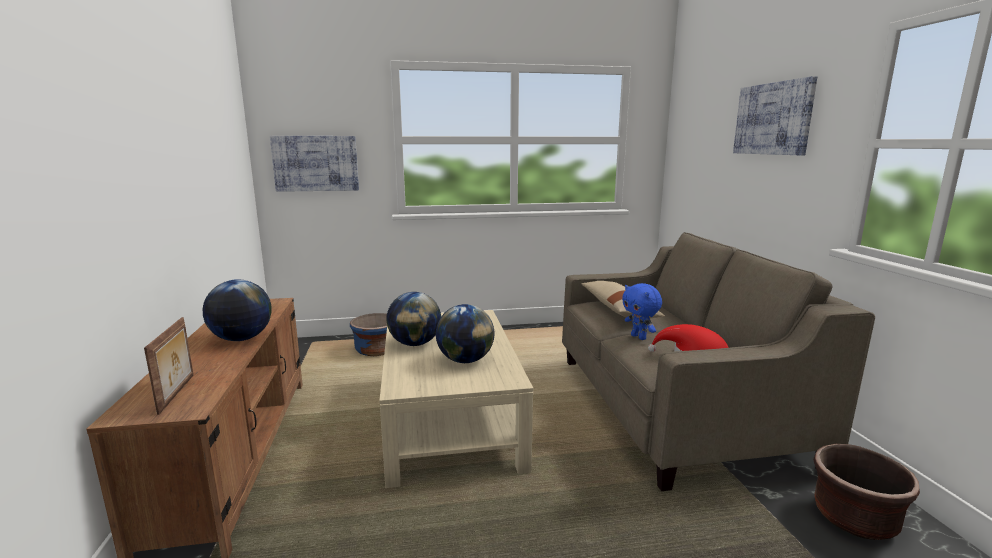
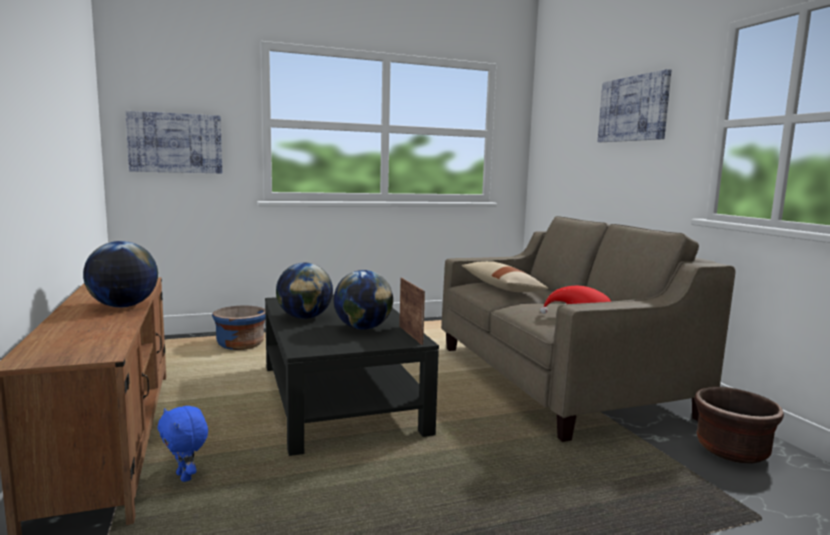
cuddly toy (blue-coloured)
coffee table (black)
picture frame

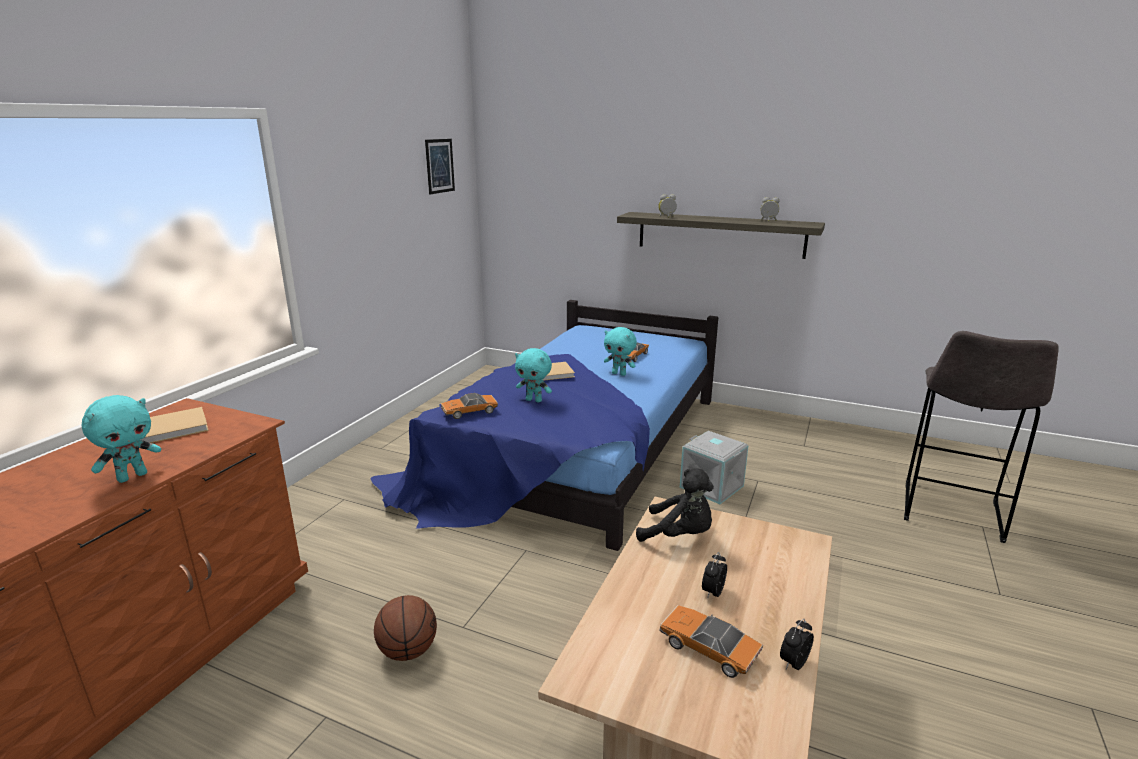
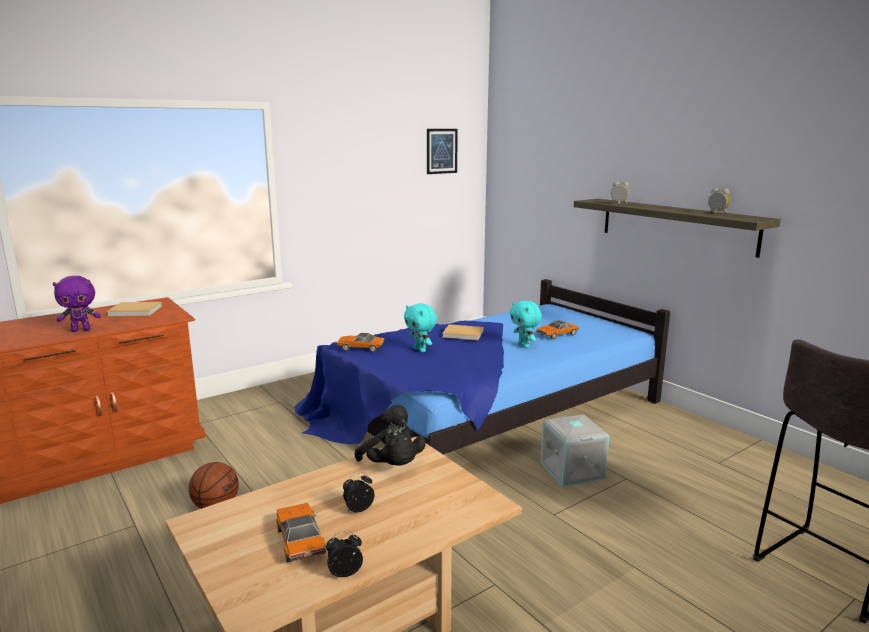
cuddly toy (purple)

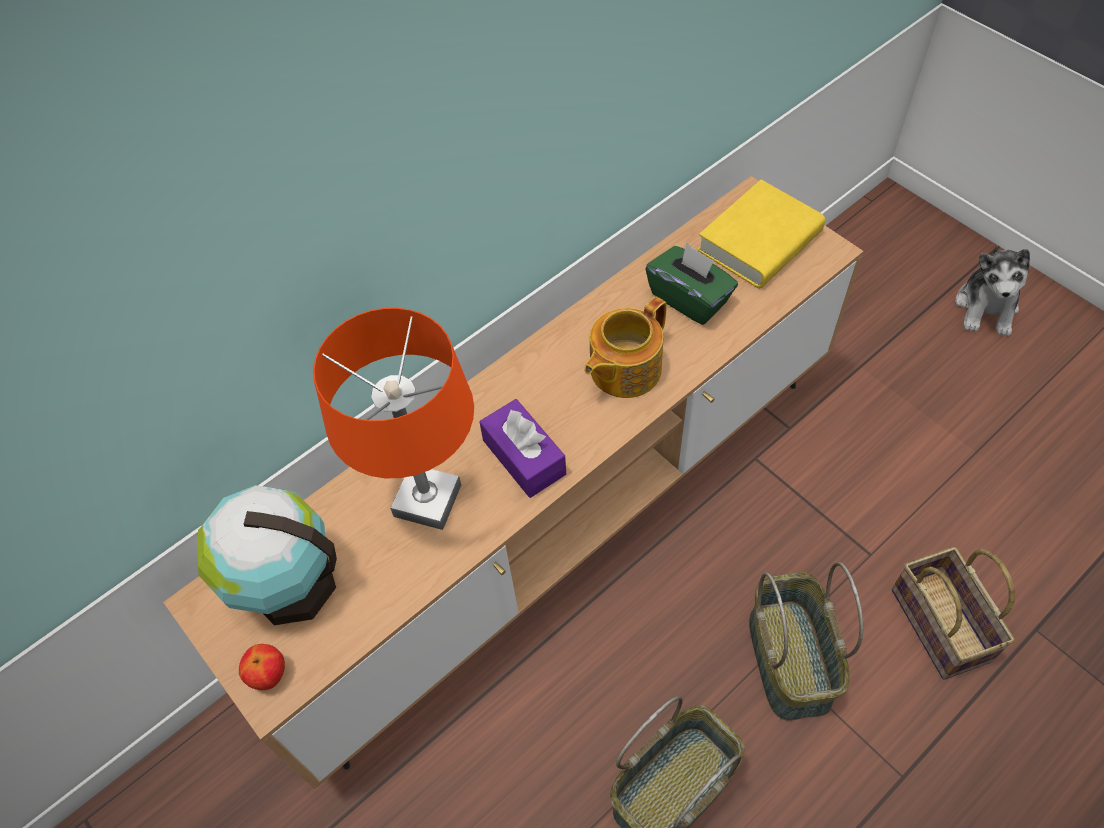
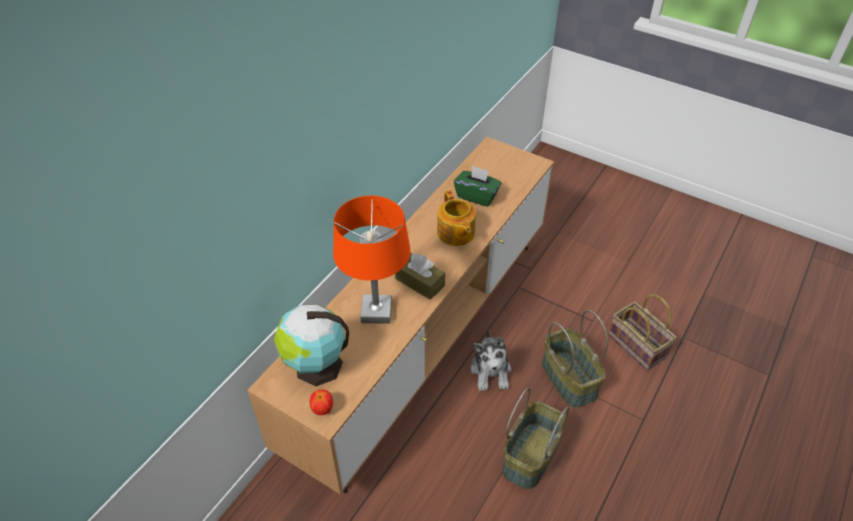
box of tissues (brown-coloured)
pot for tea
cuddly toy
volume (yellowish)

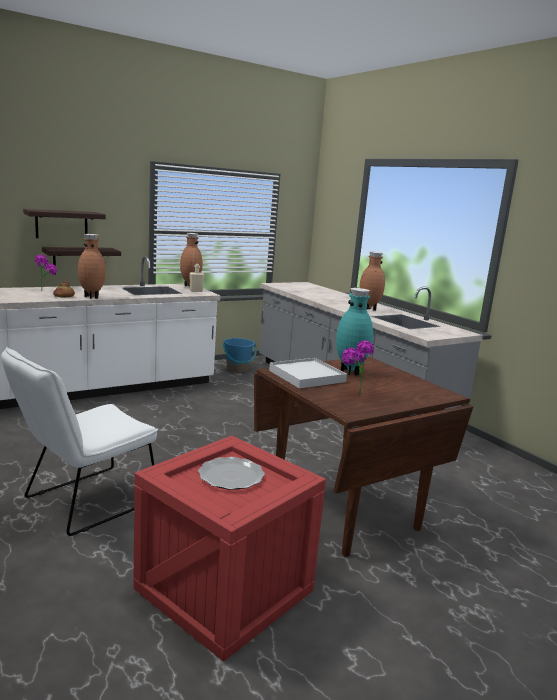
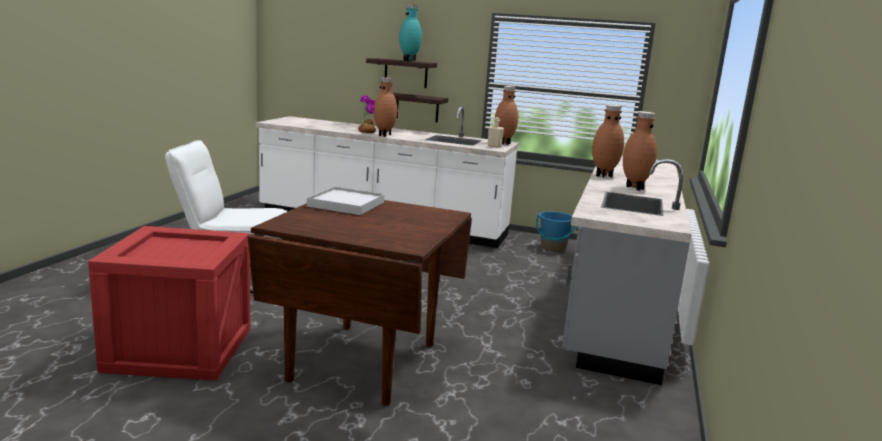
decorative vase (blue-green)
decorative vase (brown-coloured) (3rd from left)
plate
potted plant (2nd from left in the first image)

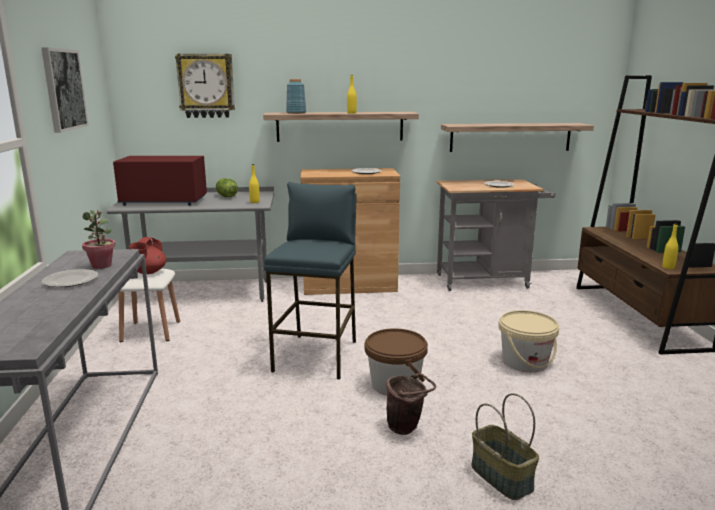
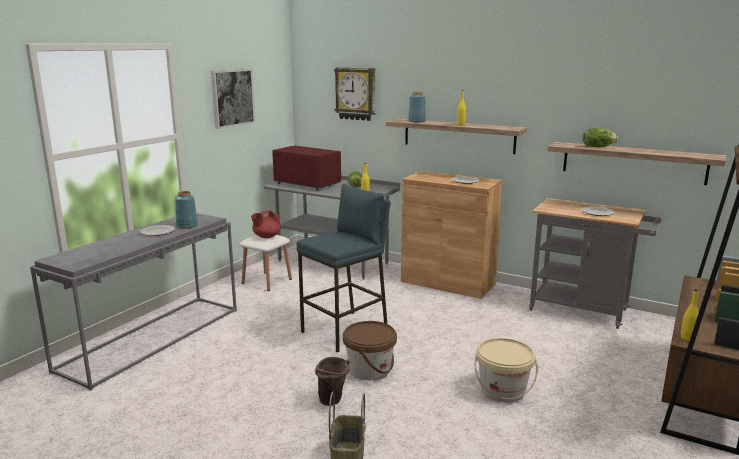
decorative vase (blue-coloured) (1st from left)
head of lettuce (2nd from left)

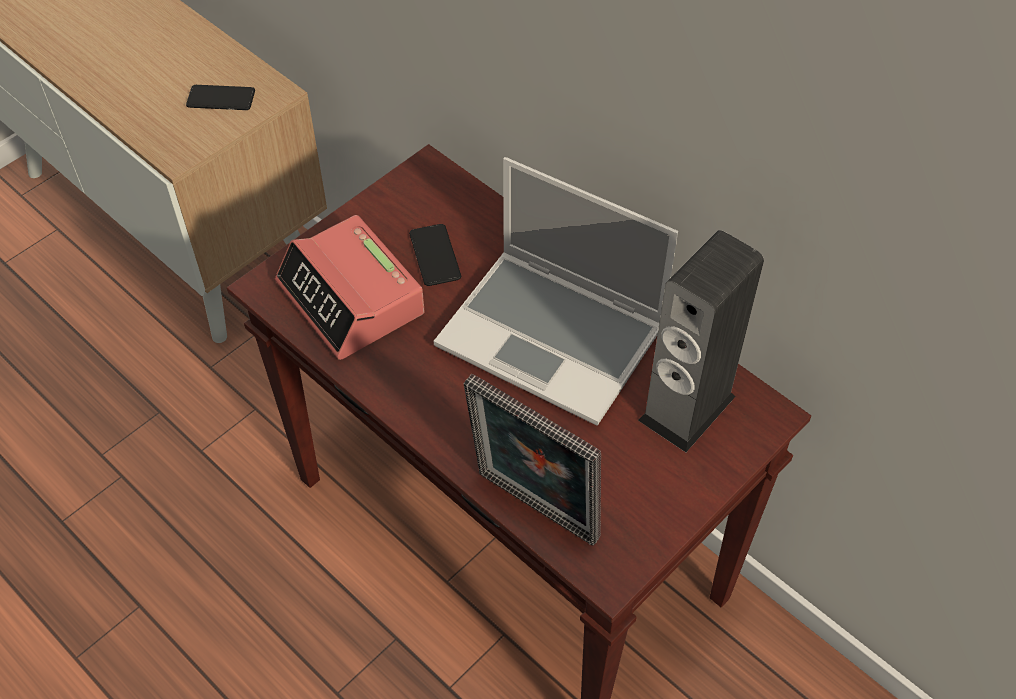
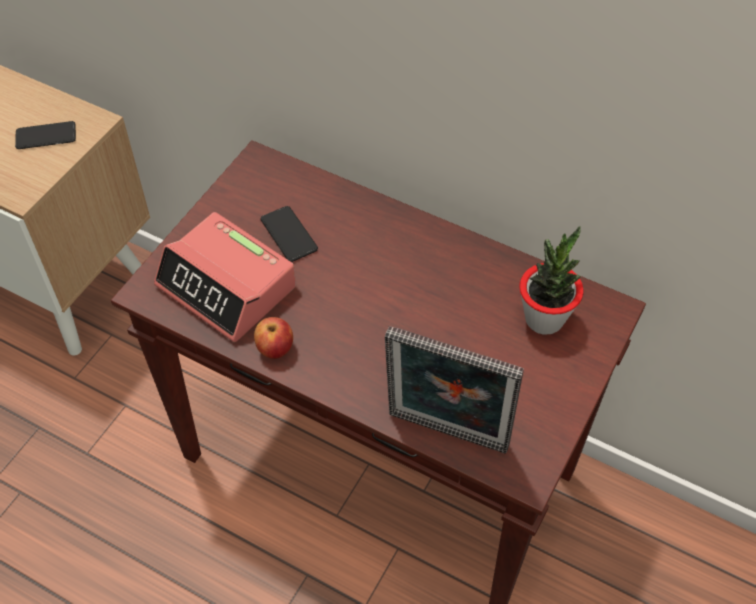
whole apple
potted plant
laptop

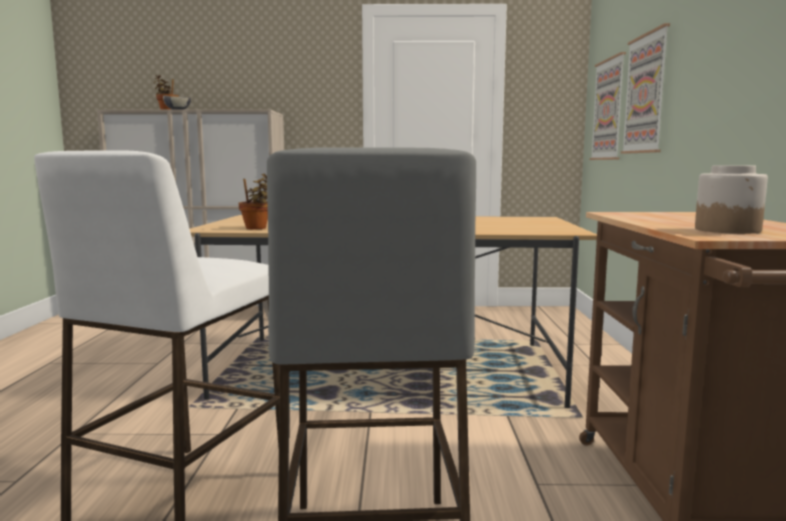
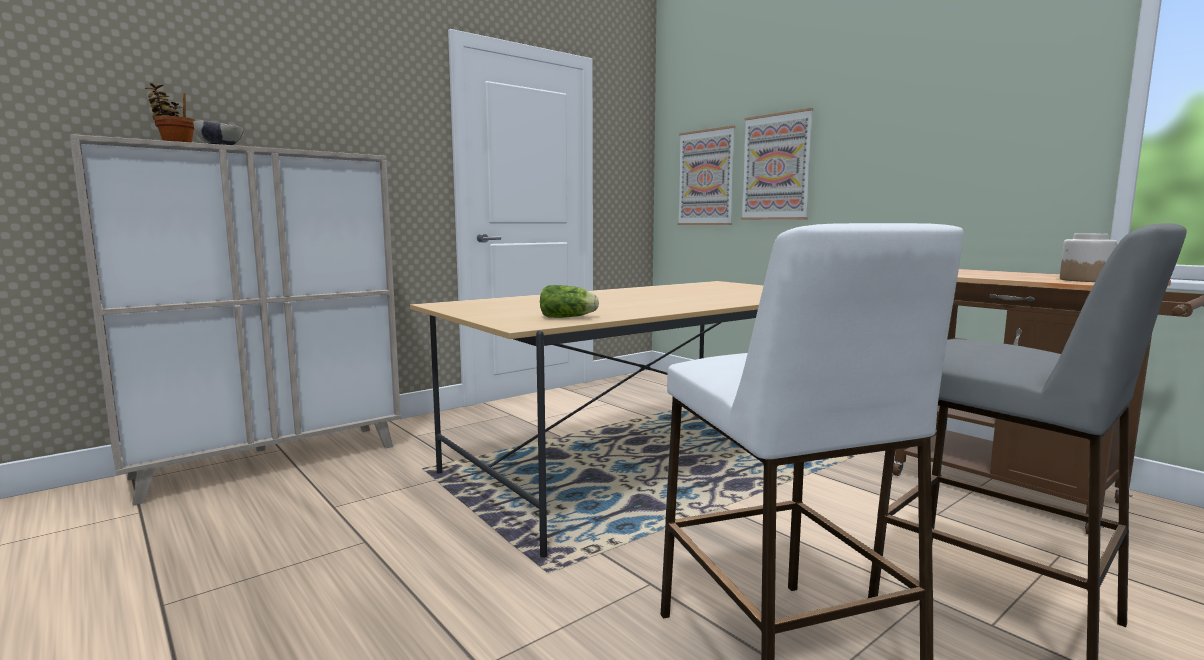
head of lettuce

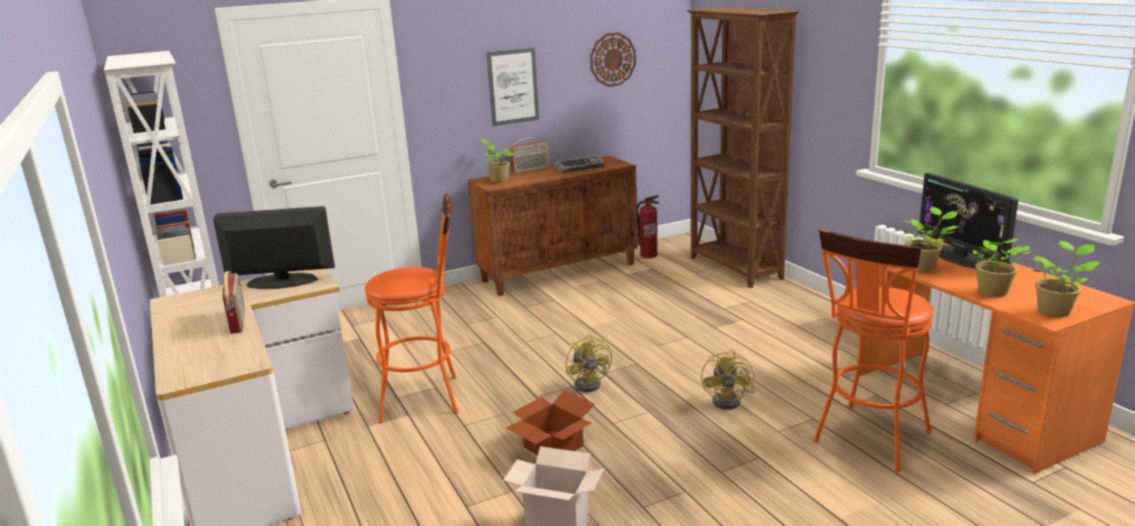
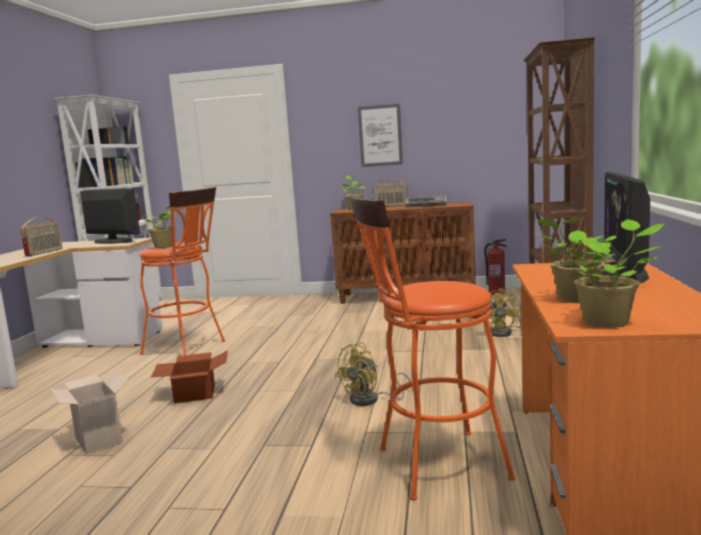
potted plant (1st from left)
fan (yellowish) (2nd from left)
clock on the wall

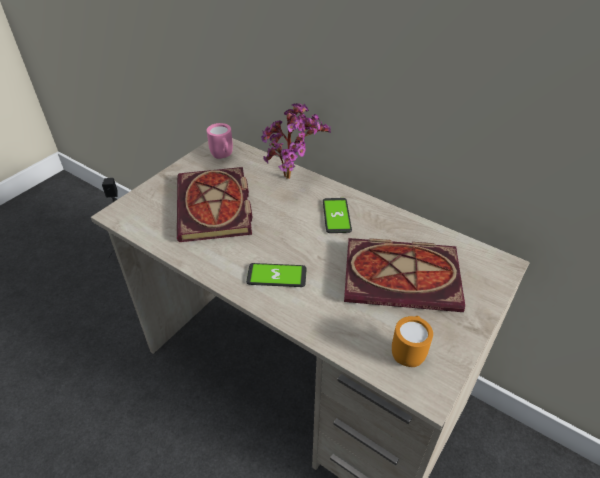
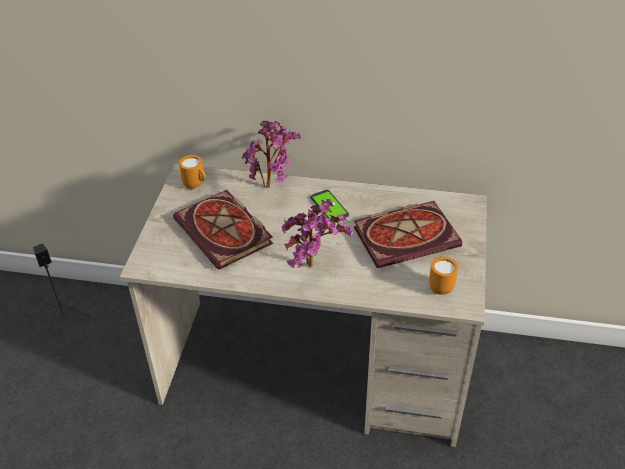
mug (orange) (1st from left)
potted plant (2nd from left)

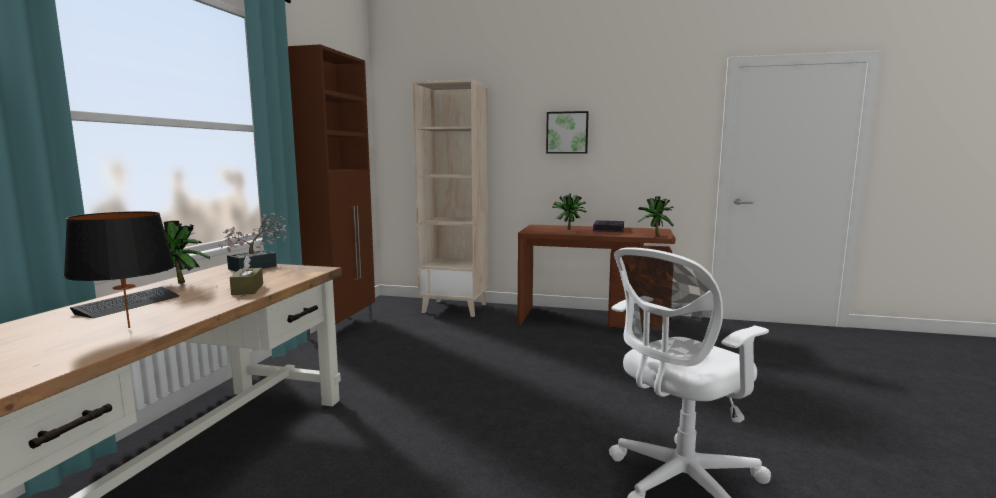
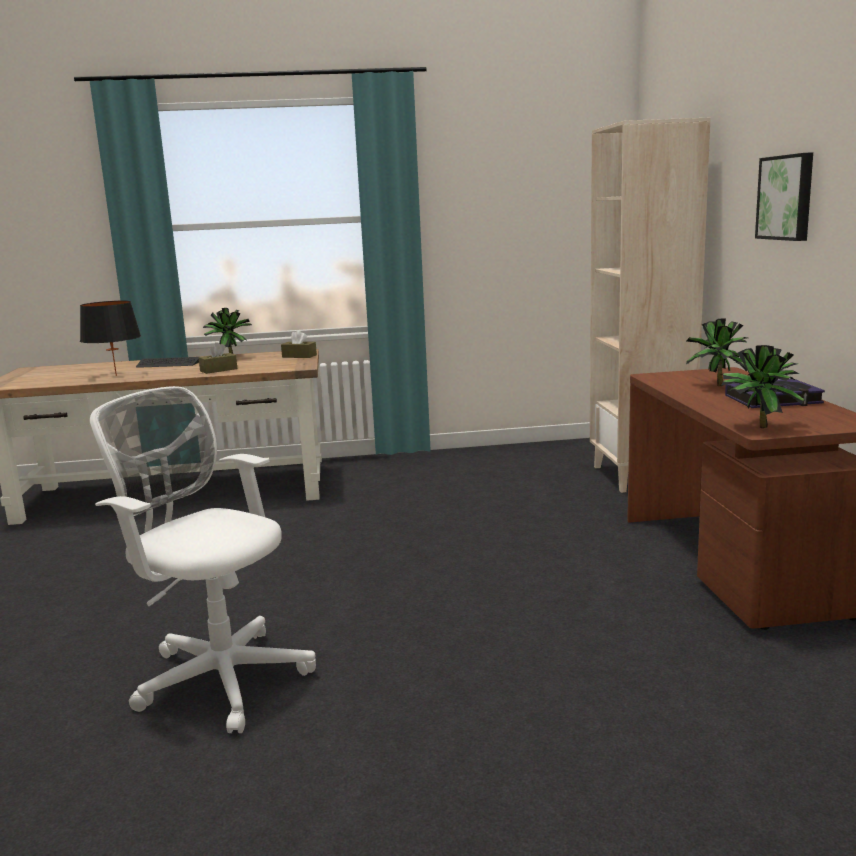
box of tissues (brown-coloured) (2nd from left)
storage cabinet (brown-coloured)

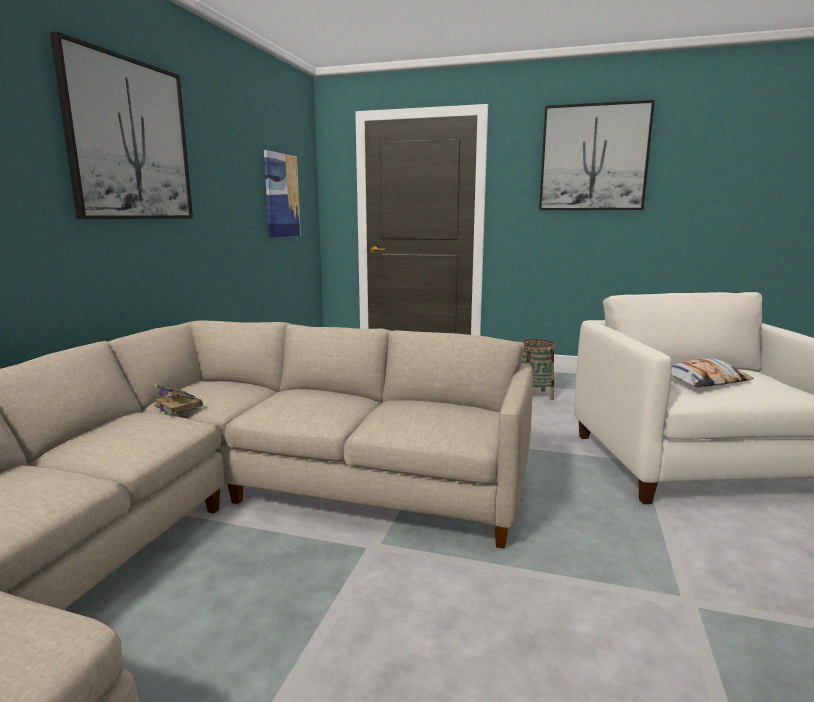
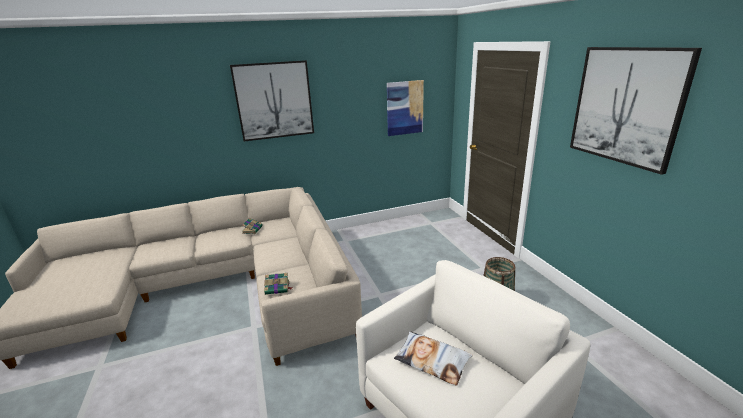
volume (2nd from left)

